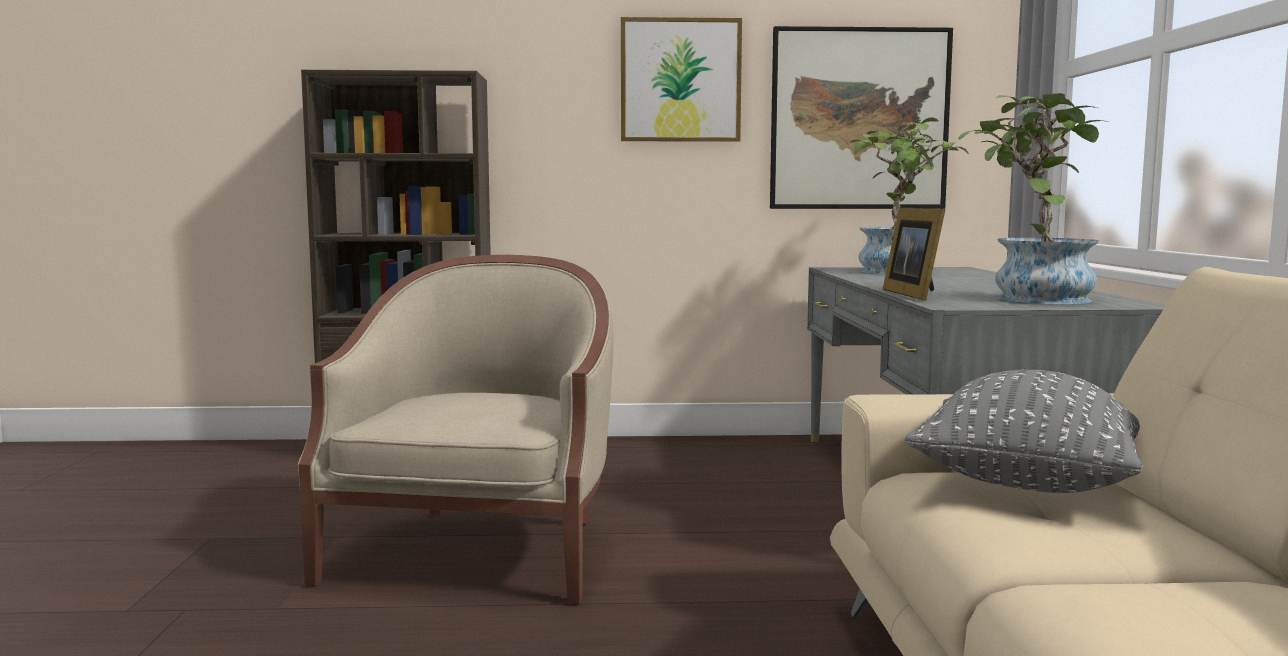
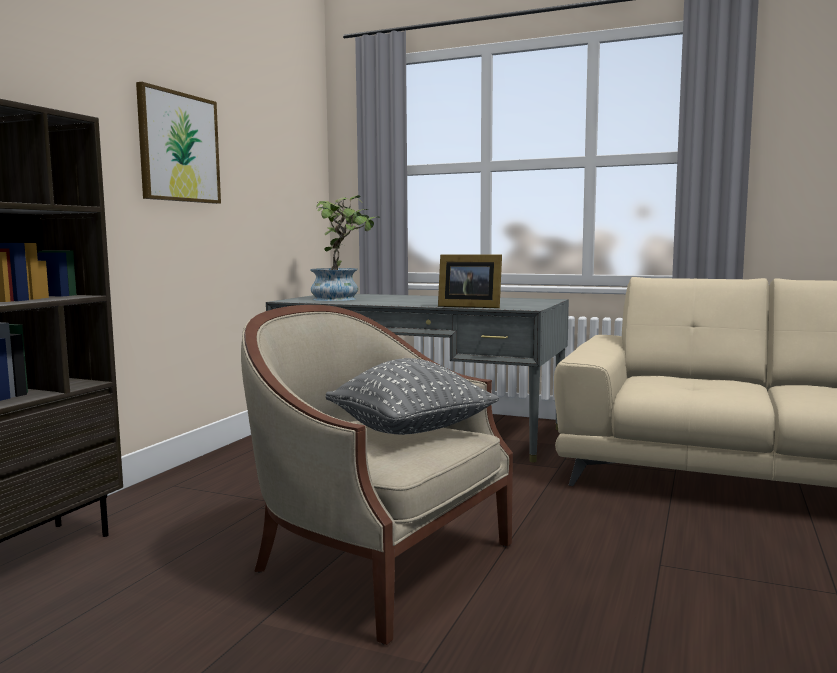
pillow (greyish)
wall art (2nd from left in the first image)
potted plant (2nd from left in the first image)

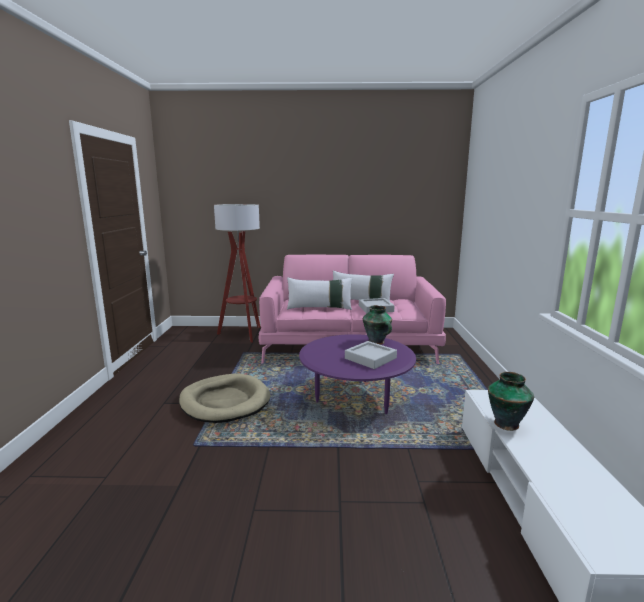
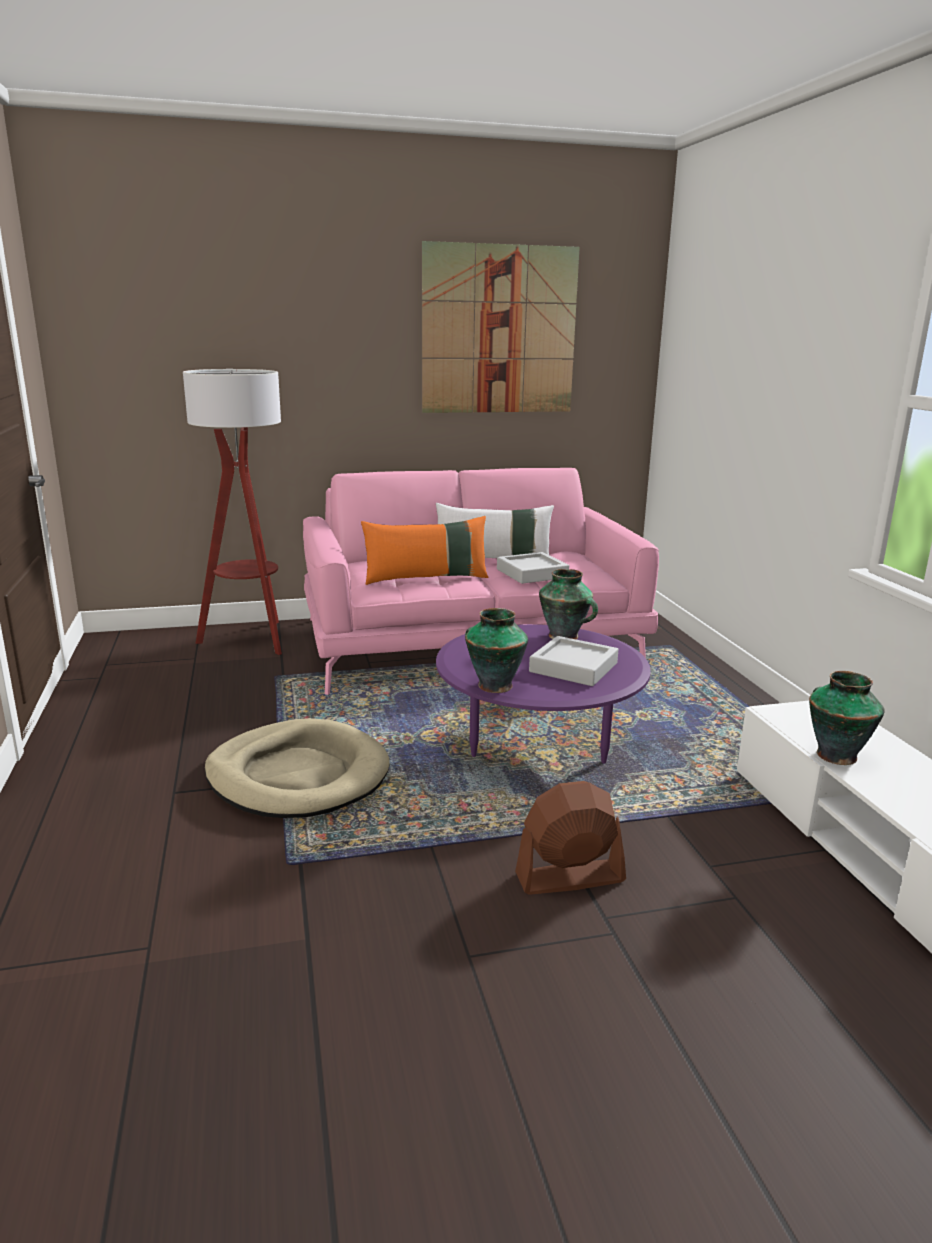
pillow (orange)
wall art
decorative vase (1st from left)
fan (brown-coloured)

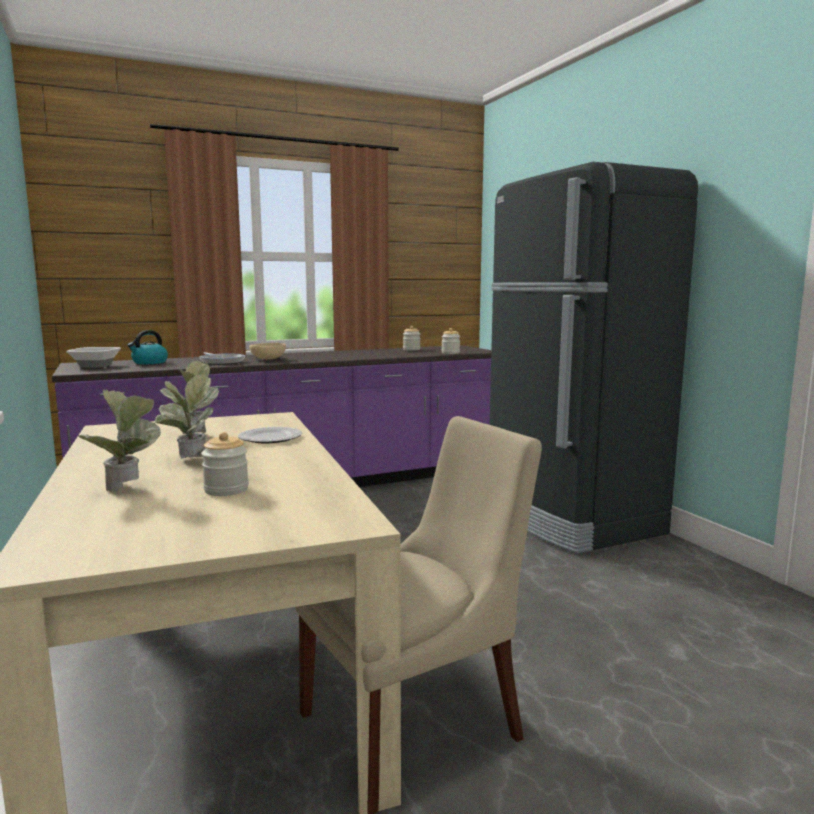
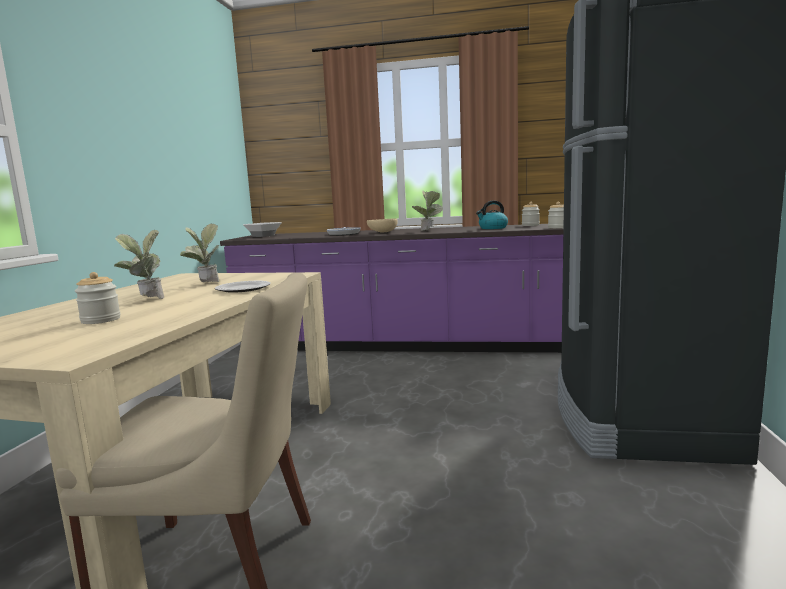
potted plant (3rd from left)
tea kettle

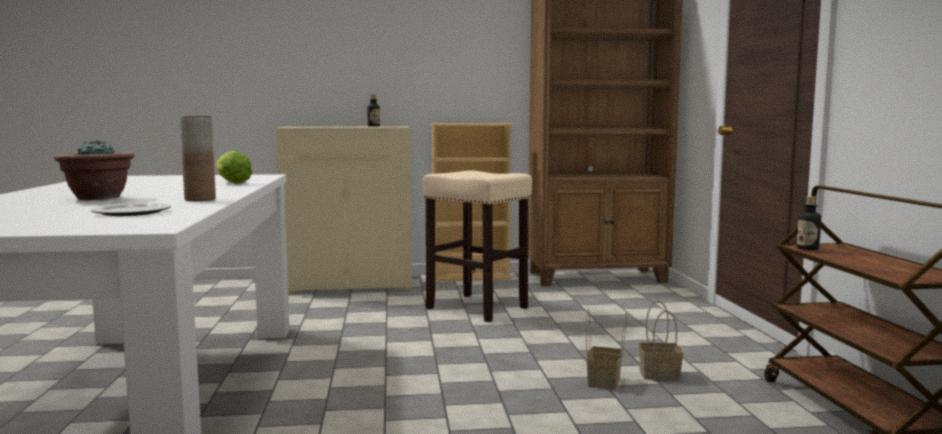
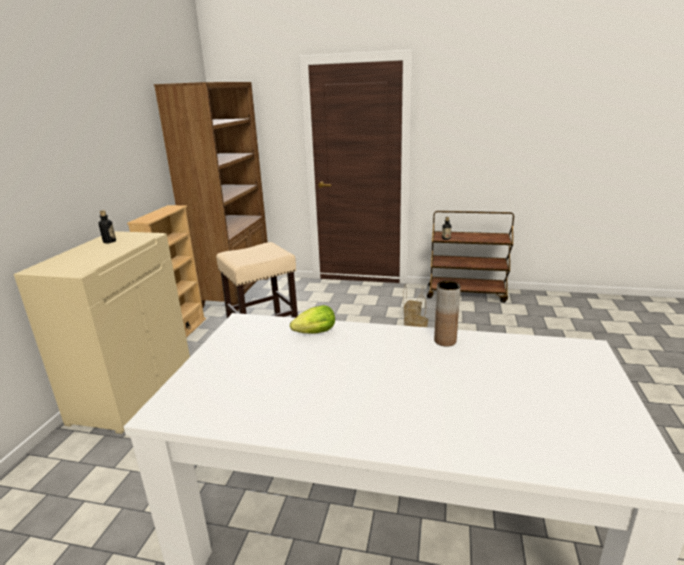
potted plant
plate

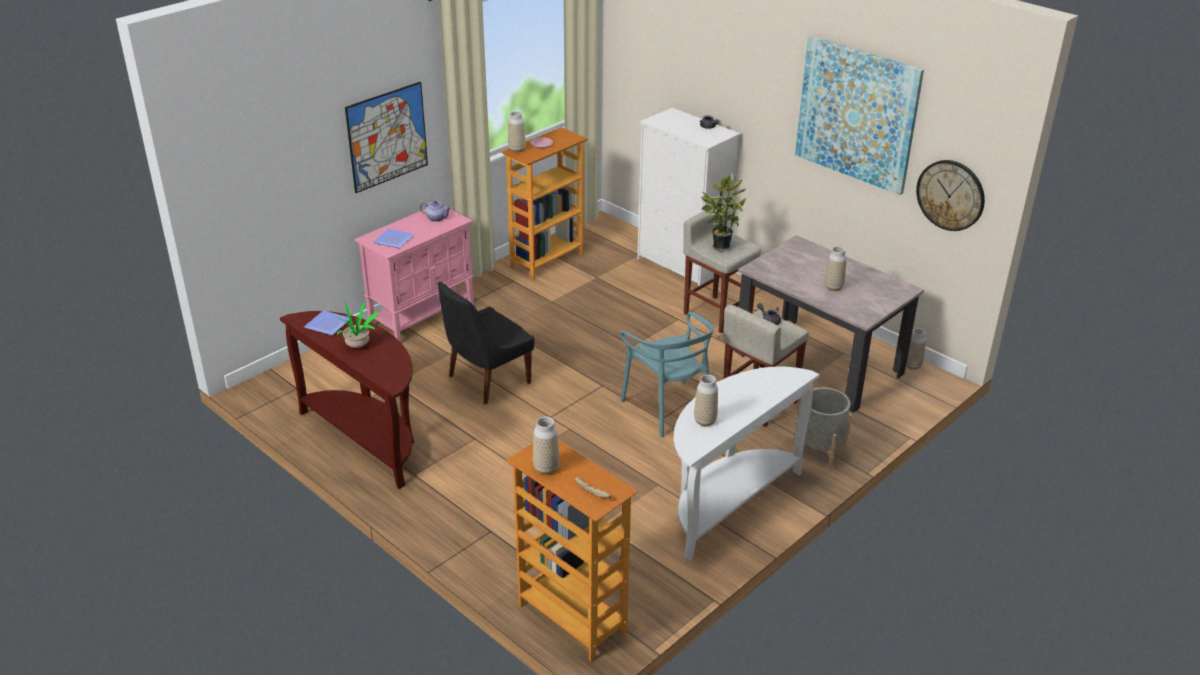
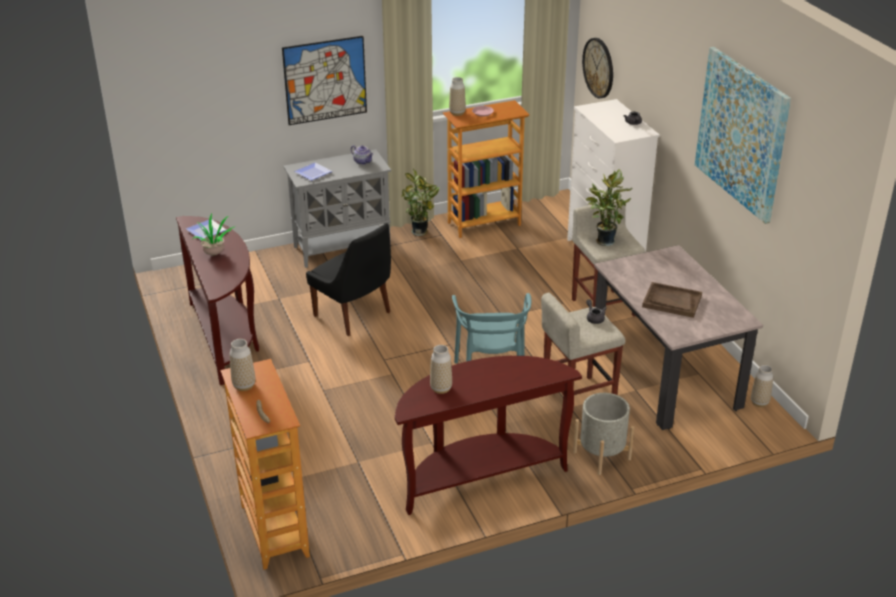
storage cabinet (greyish)
plain chair (black)
console table (brown-coloured) (2nd from left)
potted plant (2nd from left)
clock on the wall
tray (brown-coloured)

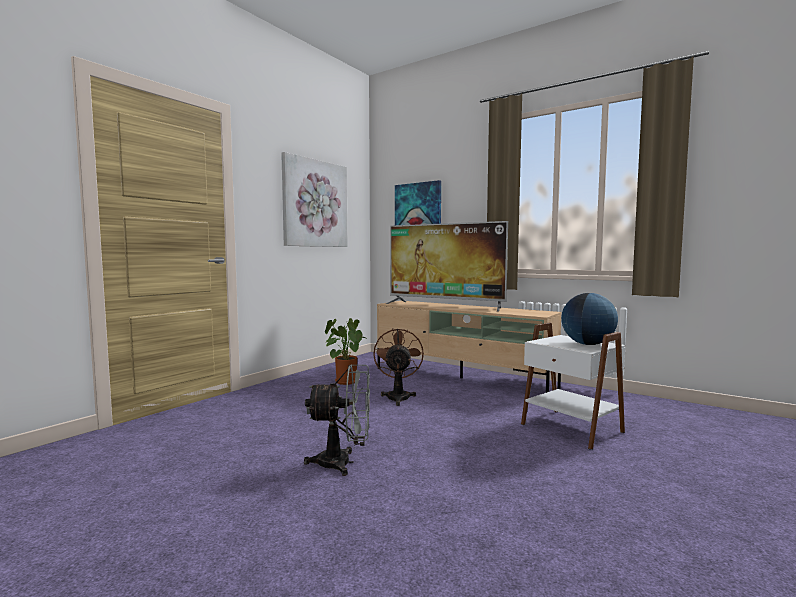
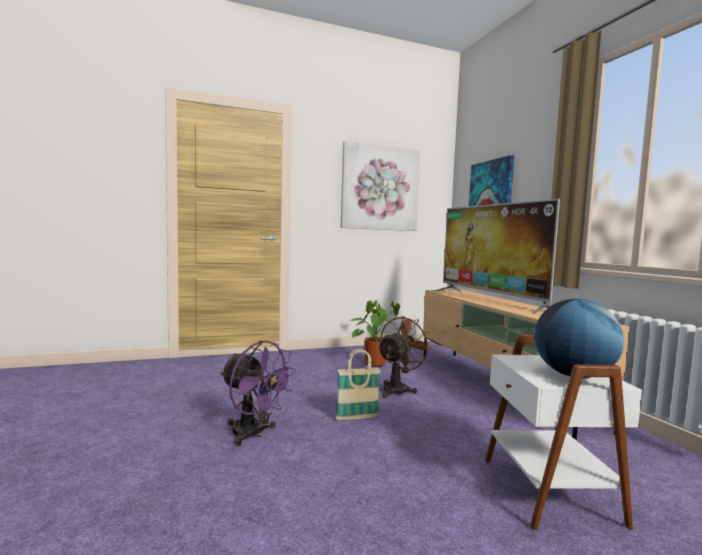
fan (purple)
storage basket

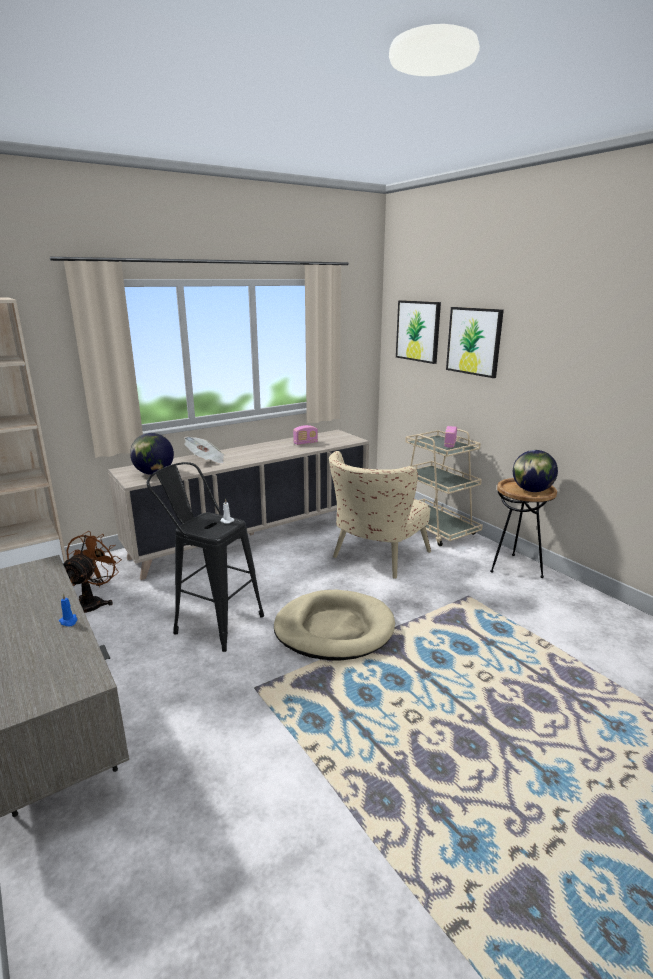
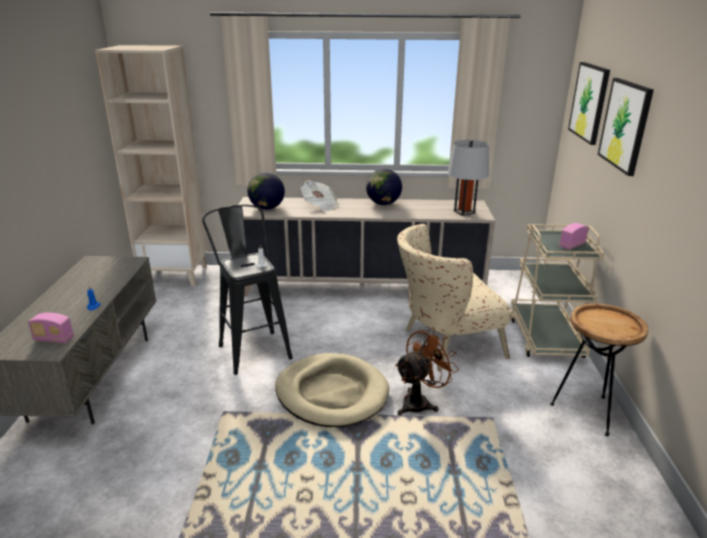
radio receiver (1st from left)
globe (2nd from left)
fan (brown-coloured)
table lamp (greyish)

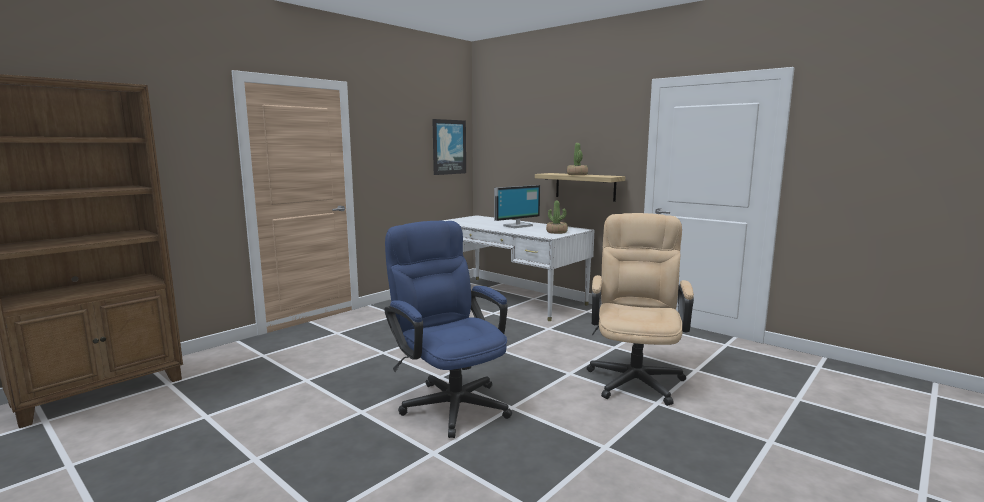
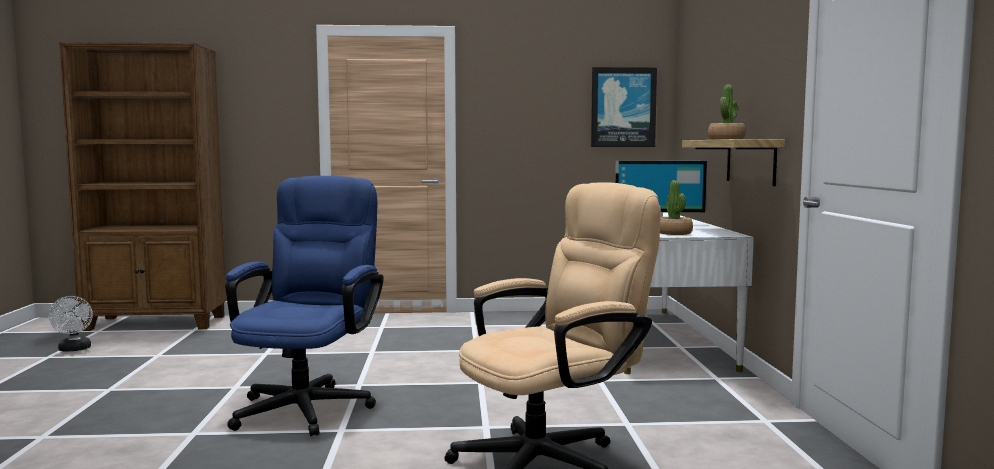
fan (white)

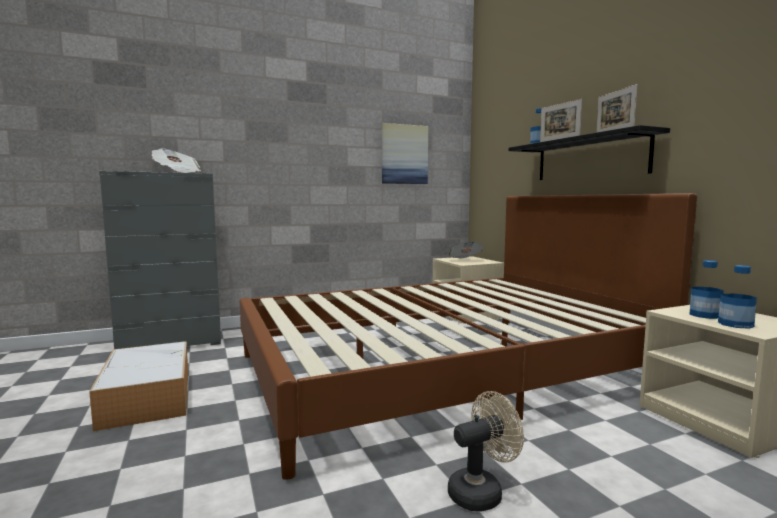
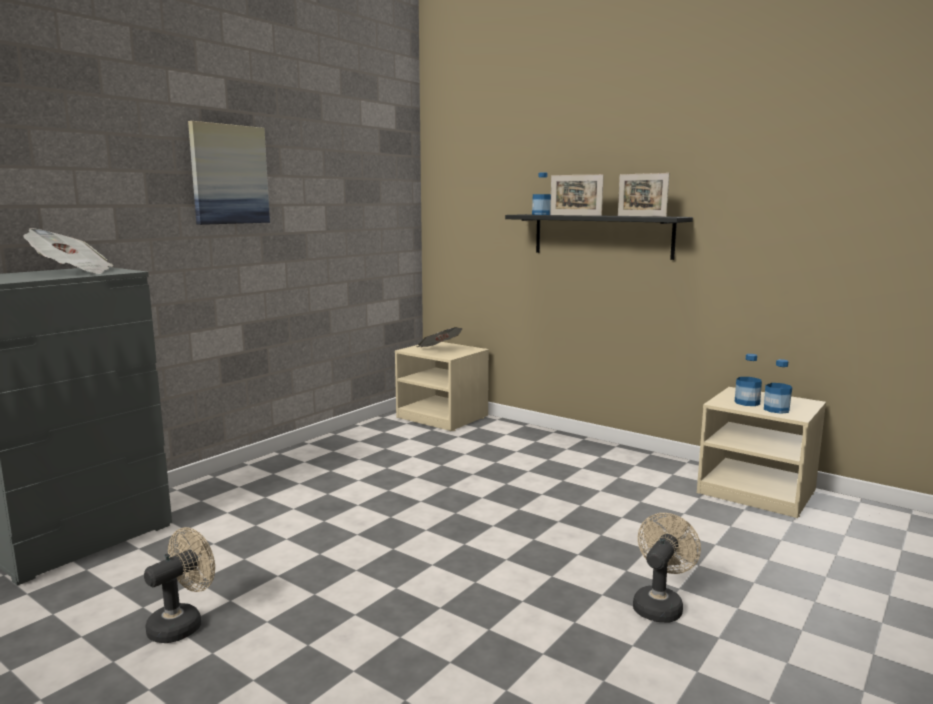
fan (sand-coloured) (1st from left)
wall art
bedroom bed (brown-coloured)

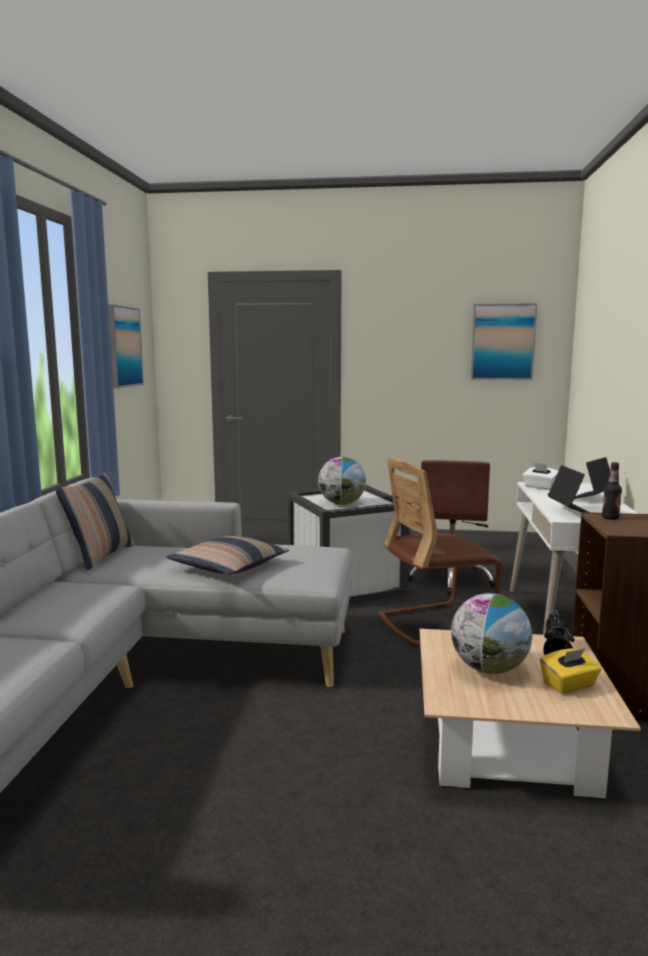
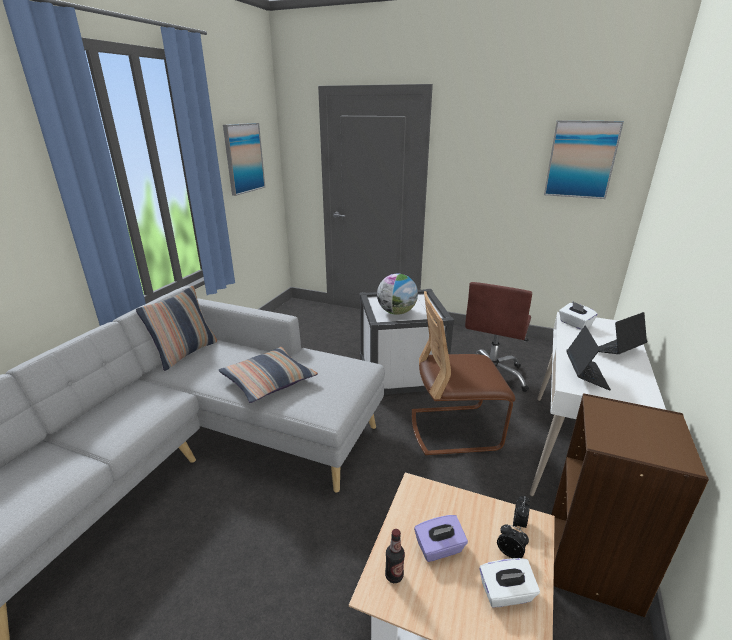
bottle
box of tissues (purple)
box of tissues (white) (1st from left)

